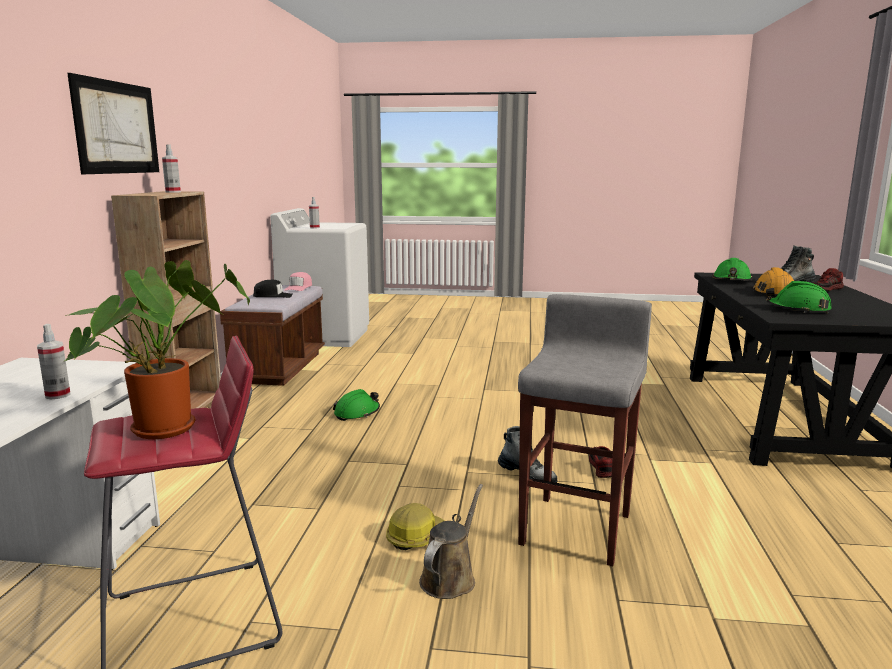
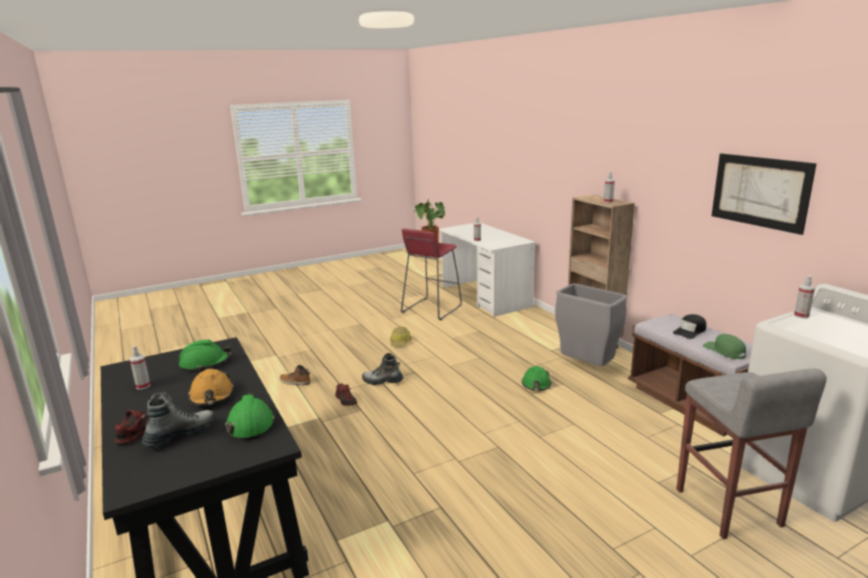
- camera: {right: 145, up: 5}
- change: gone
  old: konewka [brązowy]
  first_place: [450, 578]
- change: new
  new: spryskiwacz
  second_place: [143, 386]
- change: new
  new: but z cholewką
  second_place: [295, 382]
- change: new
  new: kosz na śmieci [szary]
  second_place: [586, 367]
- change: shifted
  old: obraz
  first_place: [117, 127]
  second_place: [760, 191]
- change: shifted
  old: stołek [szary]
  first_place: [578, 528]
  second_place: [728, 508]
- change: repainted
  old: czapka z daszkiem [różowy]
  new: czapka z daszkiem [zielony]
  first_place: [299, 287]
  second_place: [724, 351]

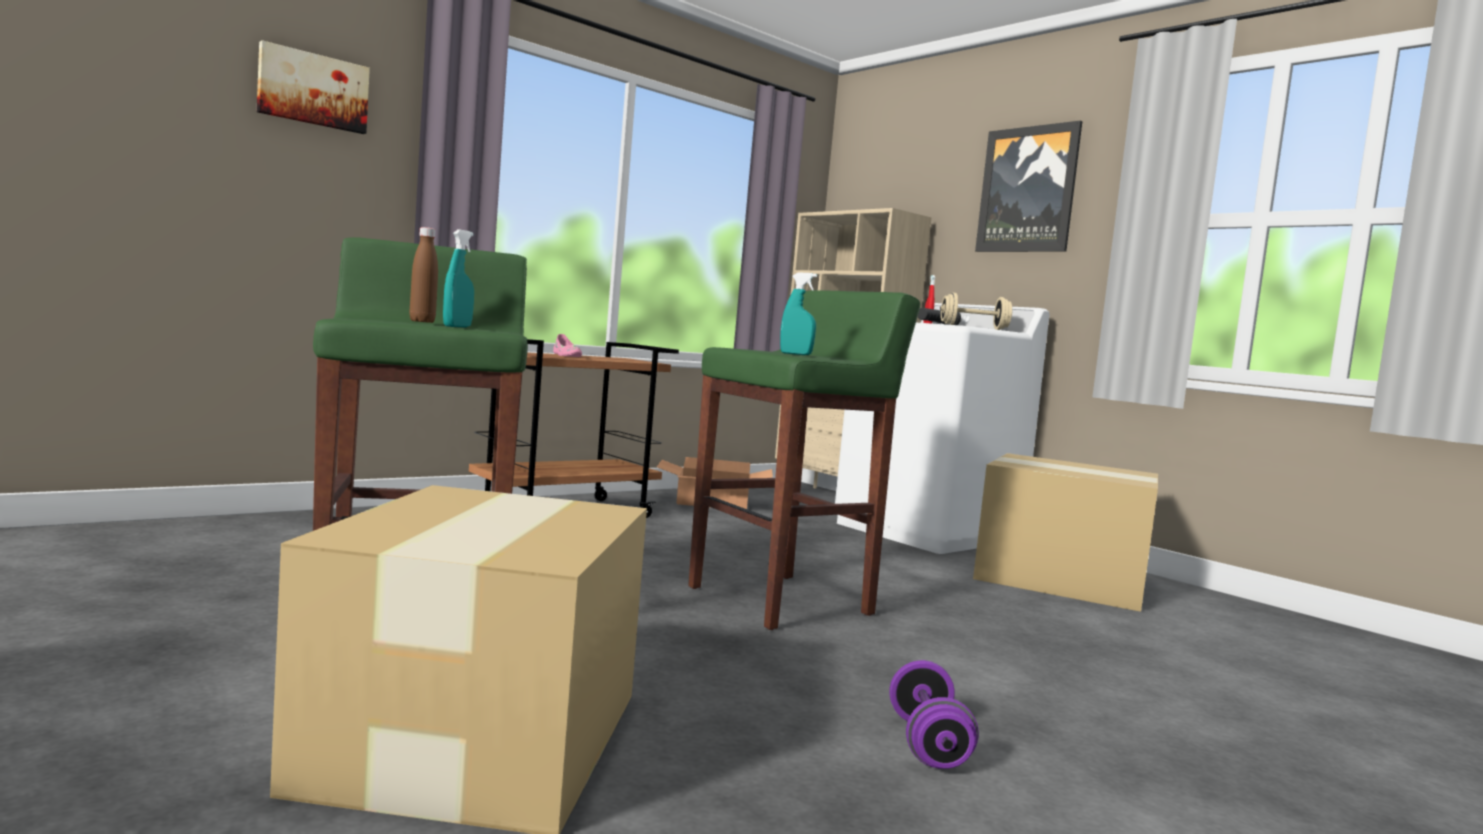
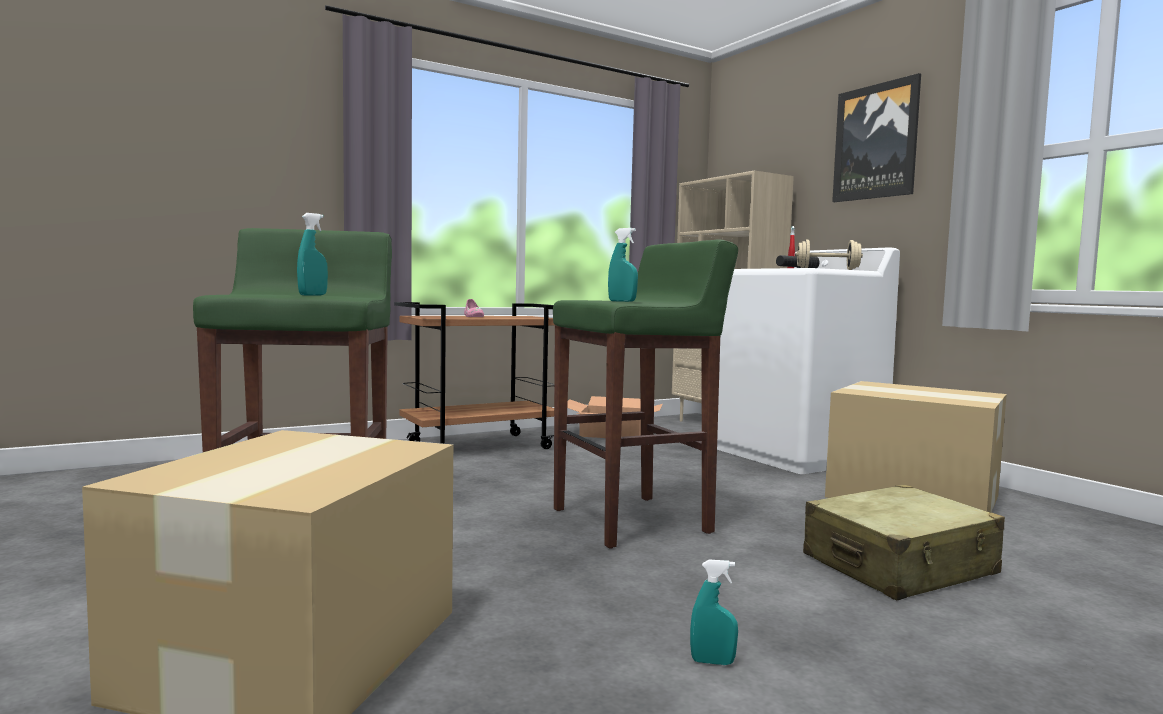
- camera: {right: 10, up: 0}
- change: gone
  old: obraz
  first_place: [313, 89]
- change: gone
  old: butelka [brązowy]
  first_place: [422, 321]
- change: new
  new: walizka [beżowy]
  second_place: [899, 566]
- change: swapped
  old: hantel [fioletowy]
  new: spryskiwacz [turkusowy]
  first_place: [927, 743]
  second_place: [712, 662]

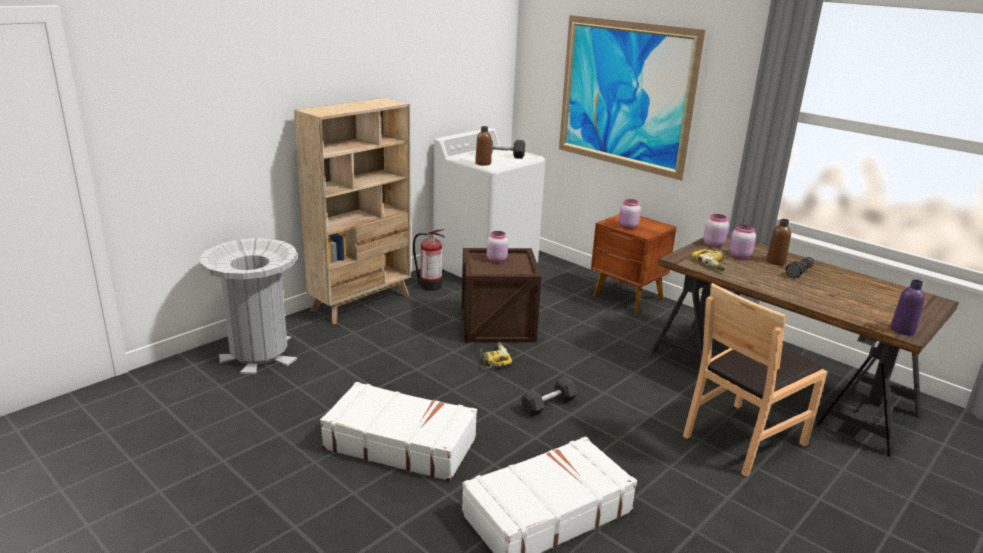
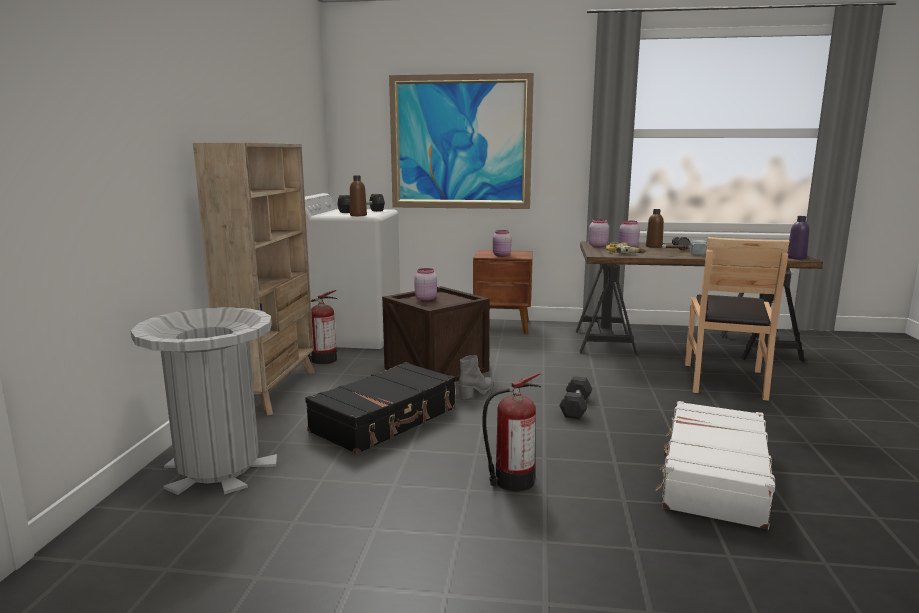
- camera: {right: -35, up: -10}
- change: new
  new: walizka [czarny]
  second_place: [386, 420]
- change: new
  new: młotek
  second_place: [683, 253]
- change: swapped
  old: walizka [biały]
  new: gaśnica
  first_place: [400, 443]
  second_place: [512, 481]
- change: swapped
  old: wiertarka
  new: but z cholewką [szary]
  first_place: [493, 359]
  second_place: [477, 392]

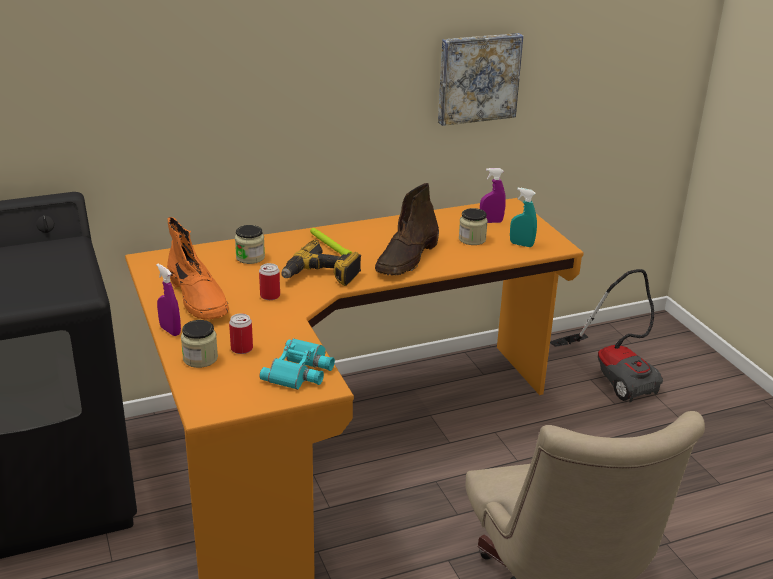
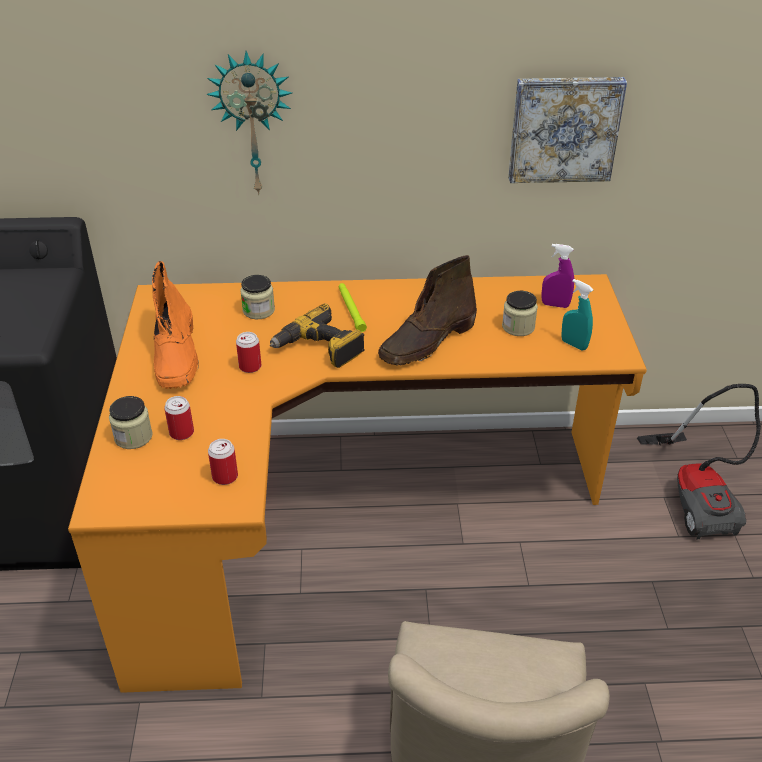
- camera: {right: 20, up: 10}
- change: gone
  old: spryskiwacz [fioletowy]
  first_place: [170, 331]
- change: new
  new: zegar ścienny
  second_place: [253, 123]
- change: swapped
  old: lornetka [turkusowy]
  new: puszka
  first_place: [301, 371]
  second_place: [225, 476]

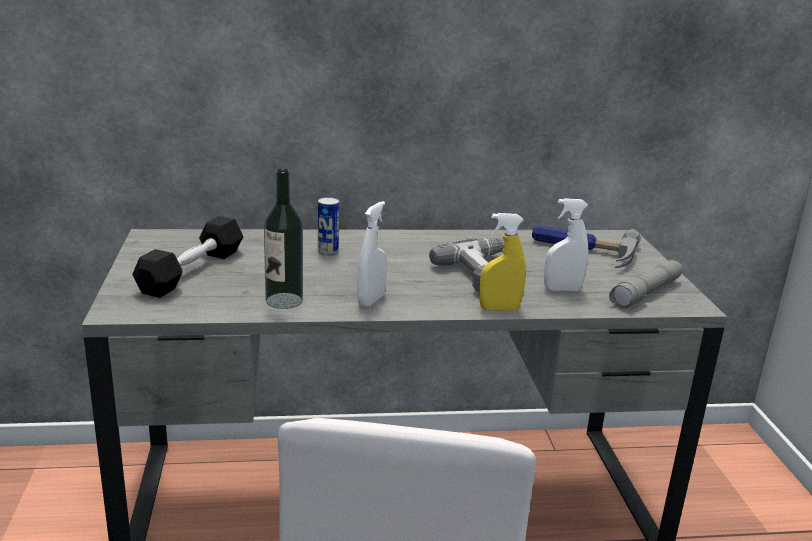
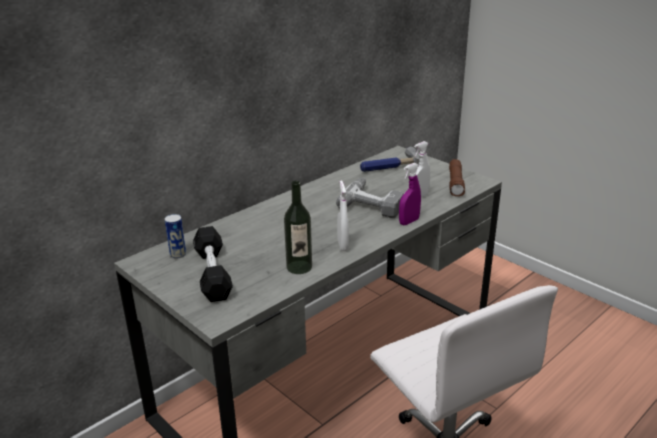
- camera: {right: -35, up: 5}
- change: shifted
  old: puszka
  first_place: [328, 252]
  second_place: [178, 254]
- change: repainted
  old: spryskiwacz [żółty]
  new: spryskiwacz [fioletowy]
  first_place: [499, 309]
  second_place: [409, 222]
- change: repainted
  old: latarka [szary]
  new: latarka [brązowy]
  first_place: [646, 294]
  second_place: [456, 183]

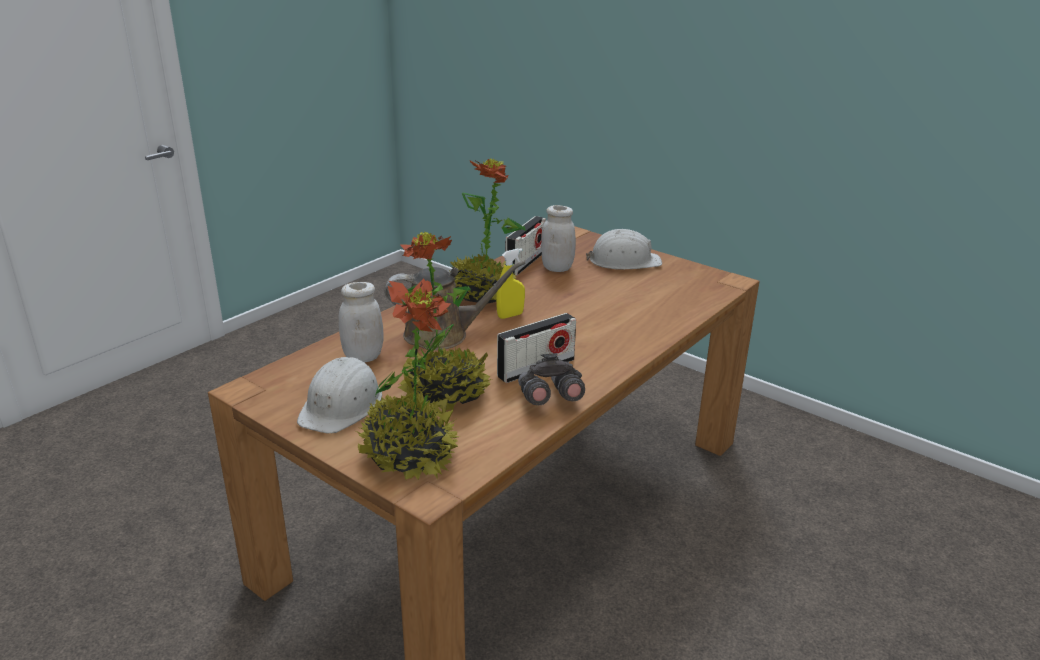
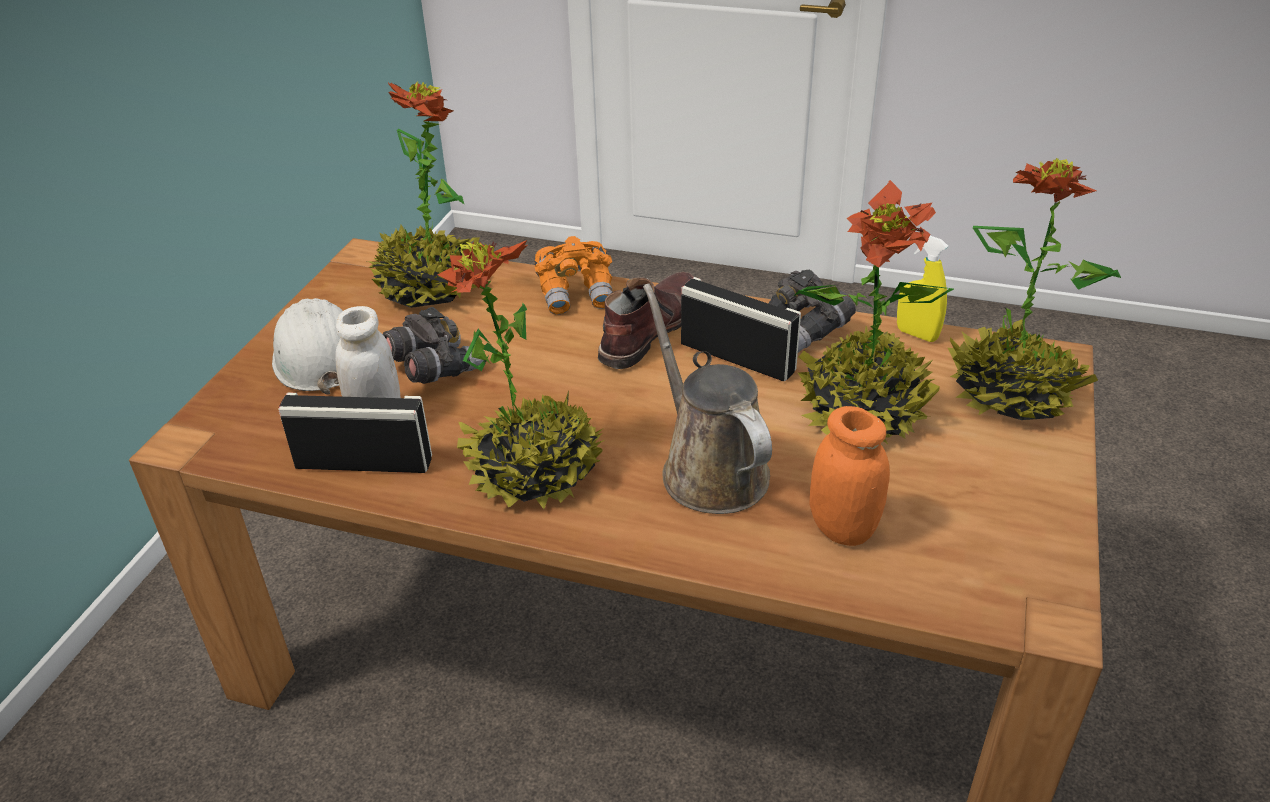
- camera: {right: -110, up: 10}
- change: gone
  old: kask [biały]
  first_place: [342, 405]
- change: new
  new: roślina doniczkowa
  second_place: [430, 288]
- change: new
  new: lornetka [szary]
  second_place: [434, 369]
- change: new
  new: lornetka [pomarańczowy]
  second_place: [577, 294]
- change: new
  new: but z cholewką [brązowy]
  second_place: [648, 329]
- change: shifted
  old: spryskiwacz [żółty]
  first_place: [510, 315]
  second_place: [916, 334]
- change: repainted
  old: słoik [biały]
  new: słoik [pomarańczowy]
  first_place: [363, 357]
  second_place: [842, 528]

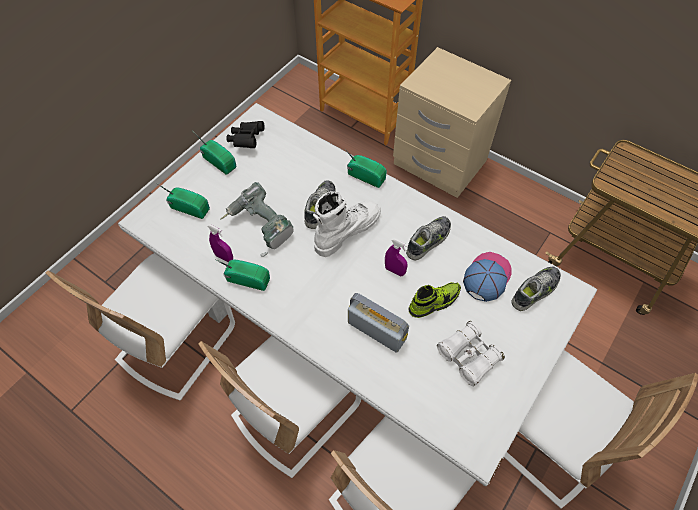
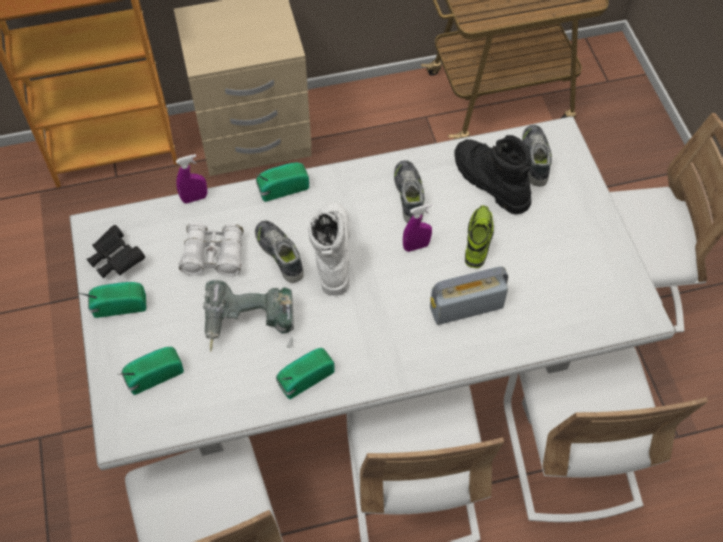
- camera: {right: -50, up: 0}
- change: shifted
  old: spryskiwacz [fioletowy]
  first_place: [224, 257]
  second_place: [194, 198]
- change: shifted
  old: lornetka [biały]
  first_place: [468, 356]
  second_place: [213, 256]
- change: swapped
  old: czapka z daszkiem
  new: but z cholewką [czarny]
  first_place: [486, 277]
  second_place: [489, 182]

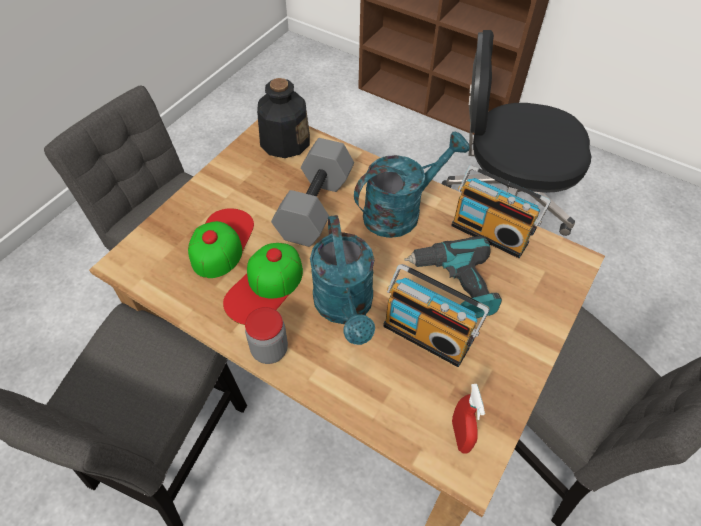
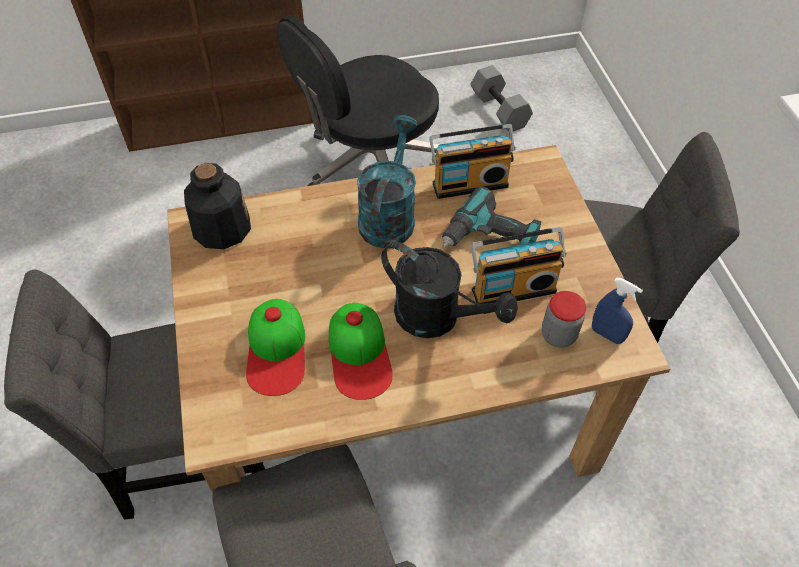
- camera: {right: -45, up: 0}
- change: shifted
  old: słoik
  first_place: [269, 350]
  second_place: [558, 335]
- change: shifted
  old: hantel [szary]
  first_place: [316, 208]
  second_place: [500, 110]
- change: repainted
  old: konewka [turkusowy]
  new: konewka [czarny]
  first_place: [345, 308]
  second_place: [438, 318]
- change: repainted
  old: spryskiwacz [czerwony]
  new: spryskiwacz [niebieski]
  first_place: [460, 436]
  second_place: [607, 334]
- change: rotated
  old: czapka z daszkiem
  first_place: [221, 242]
  second_place: [277, 351]
  degrees: -150

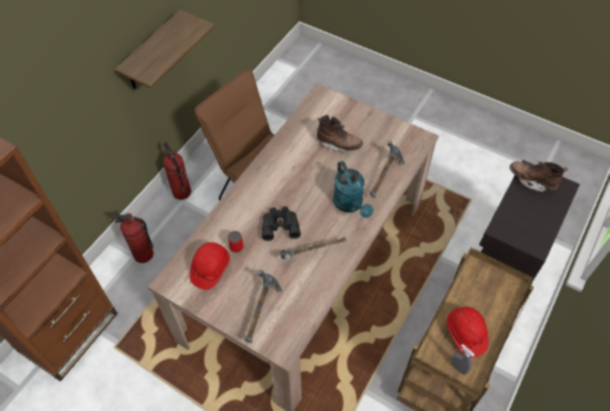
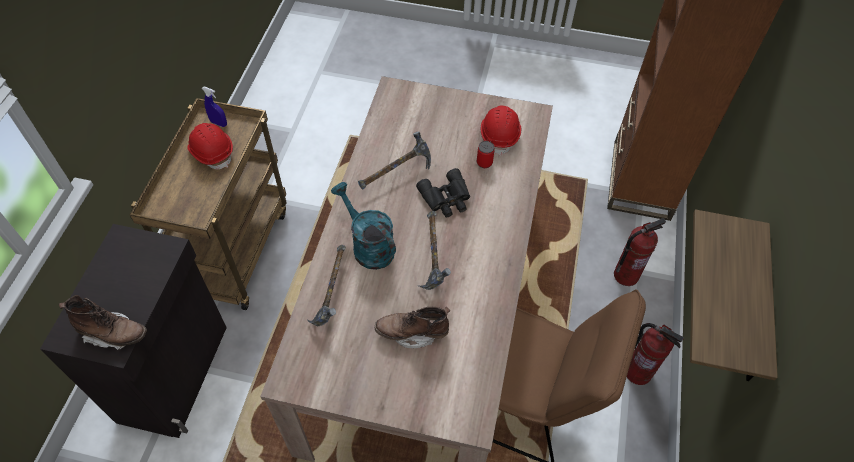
- camera: {right: 160, up: 0}
- change: shifted
  old: młotek
  first_place: [261, 312]
  second_place: [433, 260]
- change: repainted
  old: spryskiwacz [szary]
  new: spryskiwacz [niebieski]
  first_place: [458, 368]
  second_place: [219, 123]

